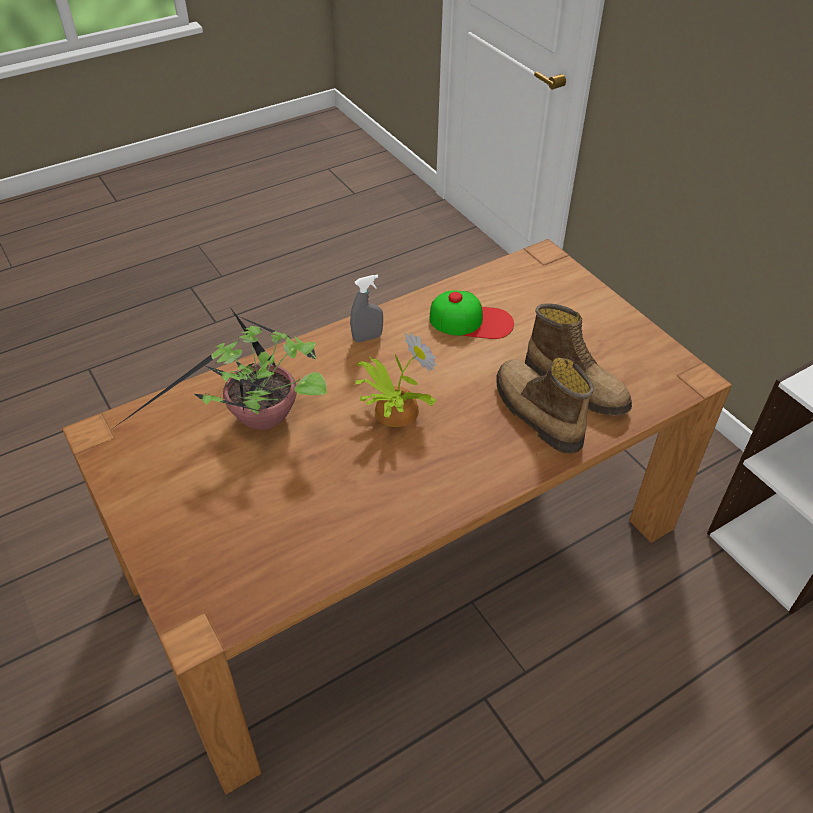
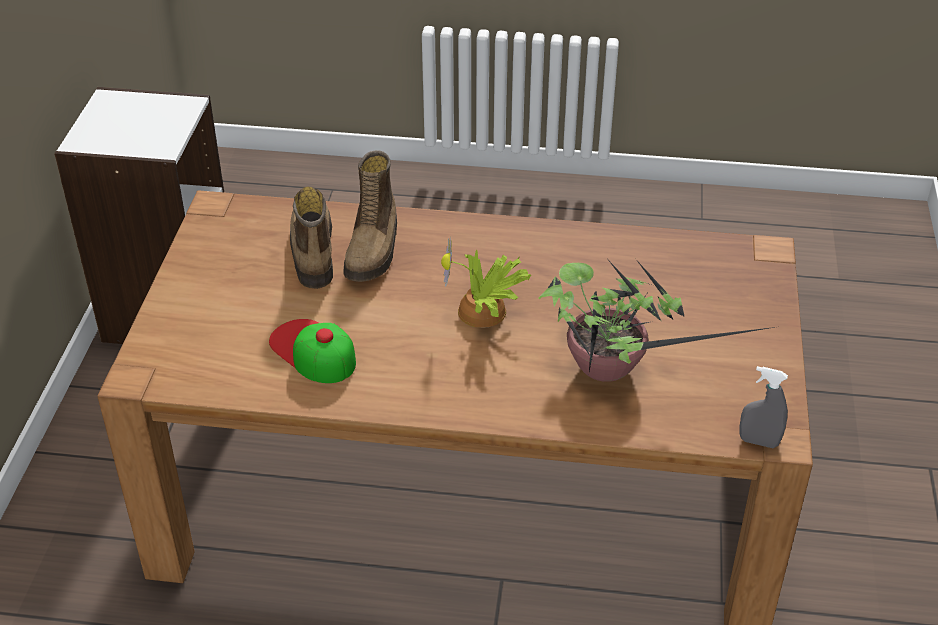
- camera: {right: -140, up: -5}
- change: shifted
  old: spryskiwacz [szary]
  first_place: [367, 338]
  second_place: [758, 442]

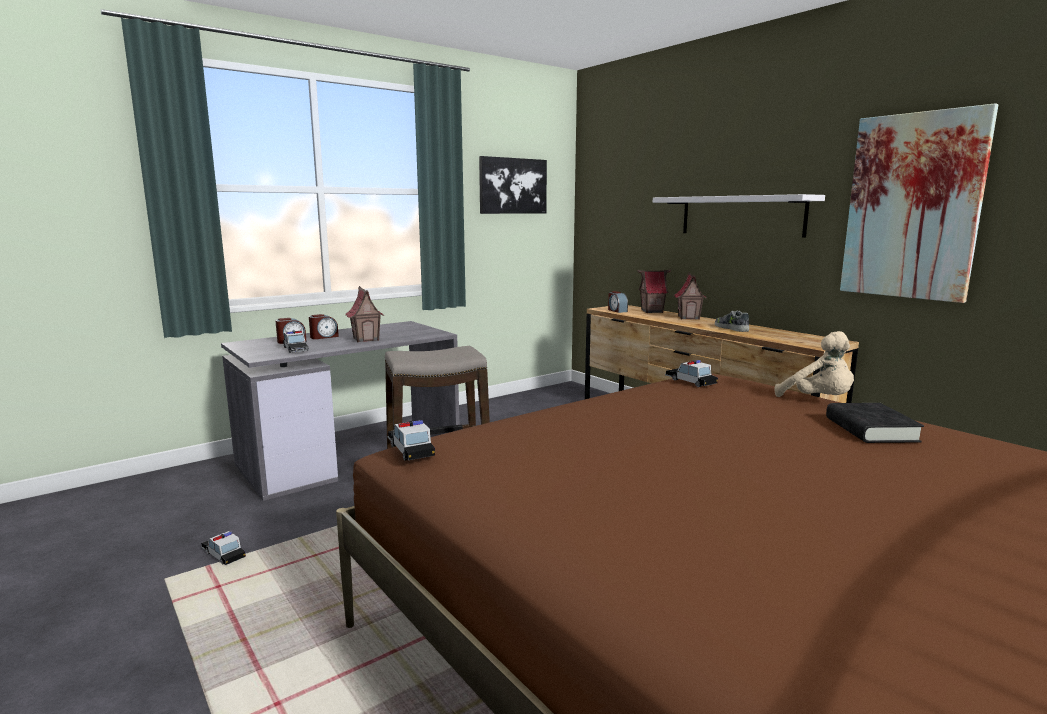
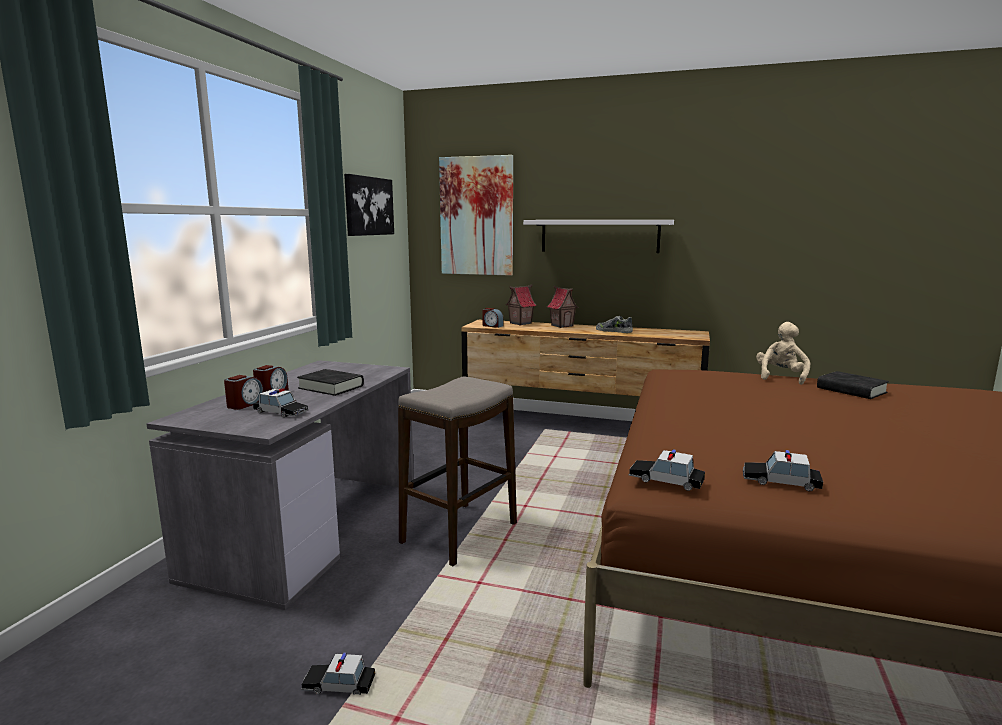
- camera: {right: -35, up: 0}
- change: shifted
  old: samochodzik
  first_place: [690, 381]
  second_place: [780, 481]
- change: shifted
  old: obraz
  first_place: [912, 207]
  second_place: [476, 216]
- change: swapped
  old: domek
  new: książka [czarny]
  first_place: [366, 339]
  second_place: [331, 387]
- change: rotated
  old: pluszak [beżowy]
  first_place: [819, 401]
  second_place: [780, 377]
  degrees: -90

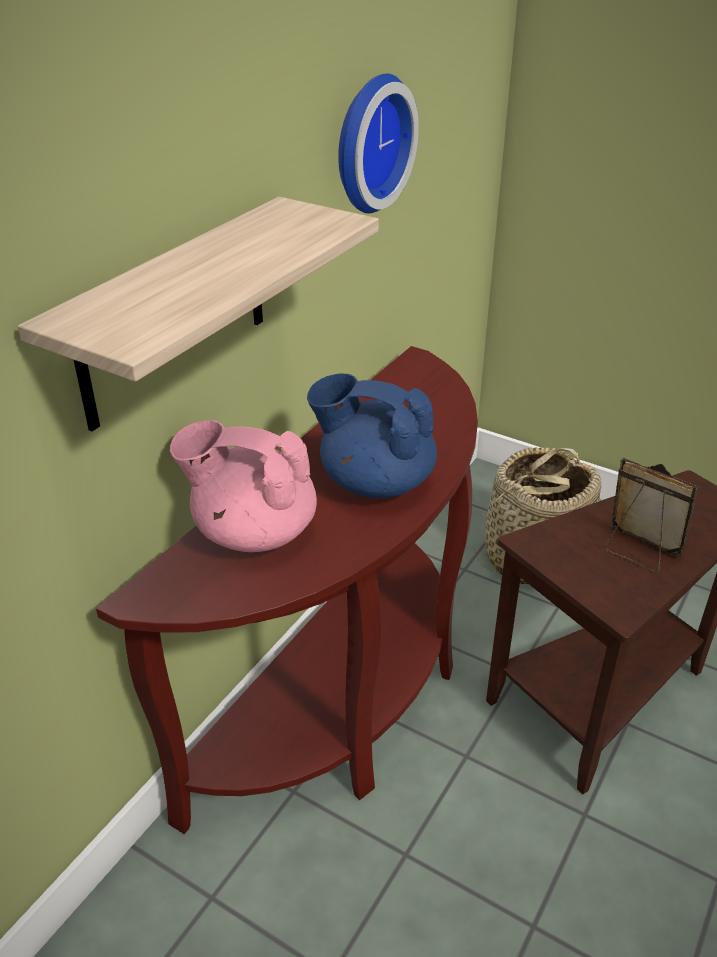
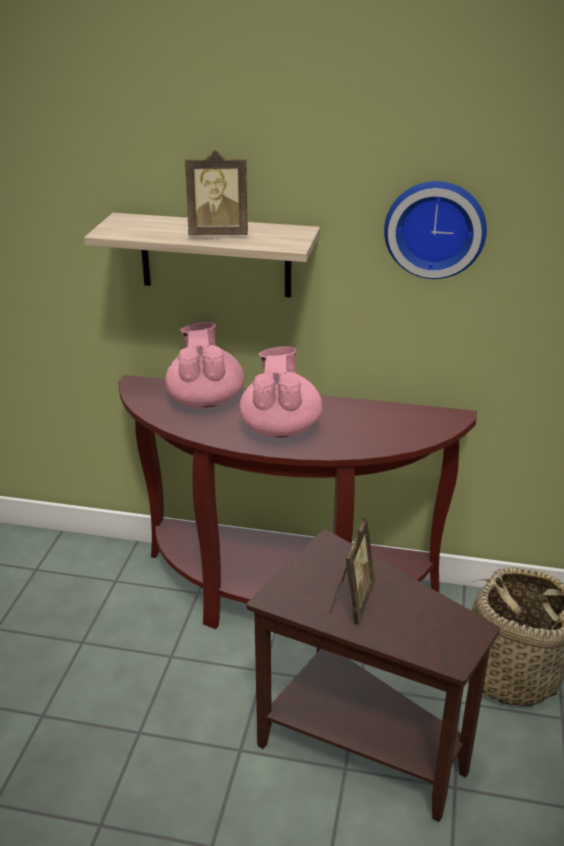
- camera: {right: 70, up: -5}
- change: new
  new: ramka na zdjęcie
  second_place: [218, 234]
- change: repainted
  old: imbryk [niebieski]
  new: imbryk [różowy]
  first_place: [375, 481]
  second_place: [280, 428]

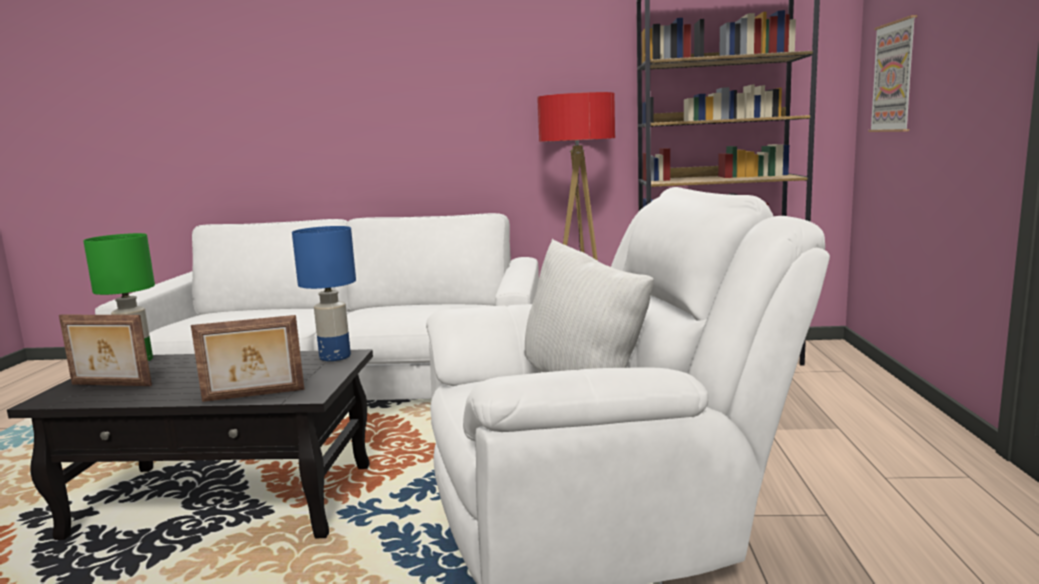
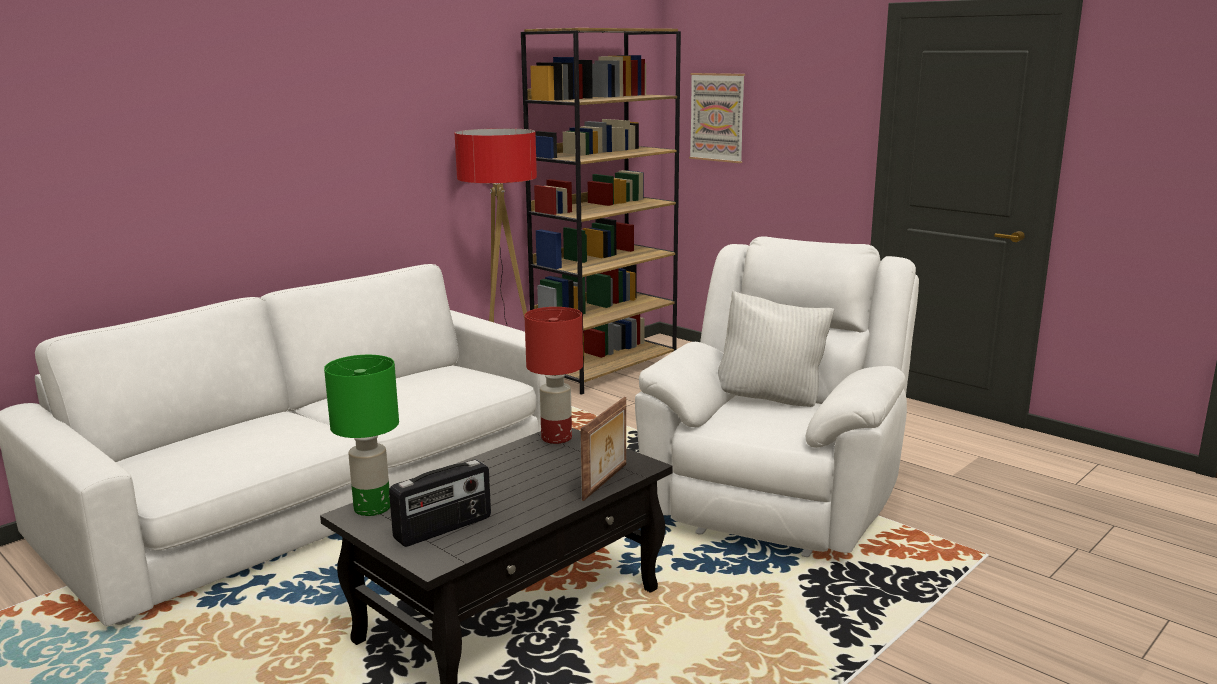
- camera: {right: -50, up: 5}
- change: swapped
  old: ramka na zdjęcie
  new: radio
  first_place: [110, 385]
  second_place: [444, 529]
- change: repainted
  old: lampa stołowa [niebieski]
  new: lampa stołowa [czerwony]
  first_place: [336, 357]
  second_place: [557, 438]

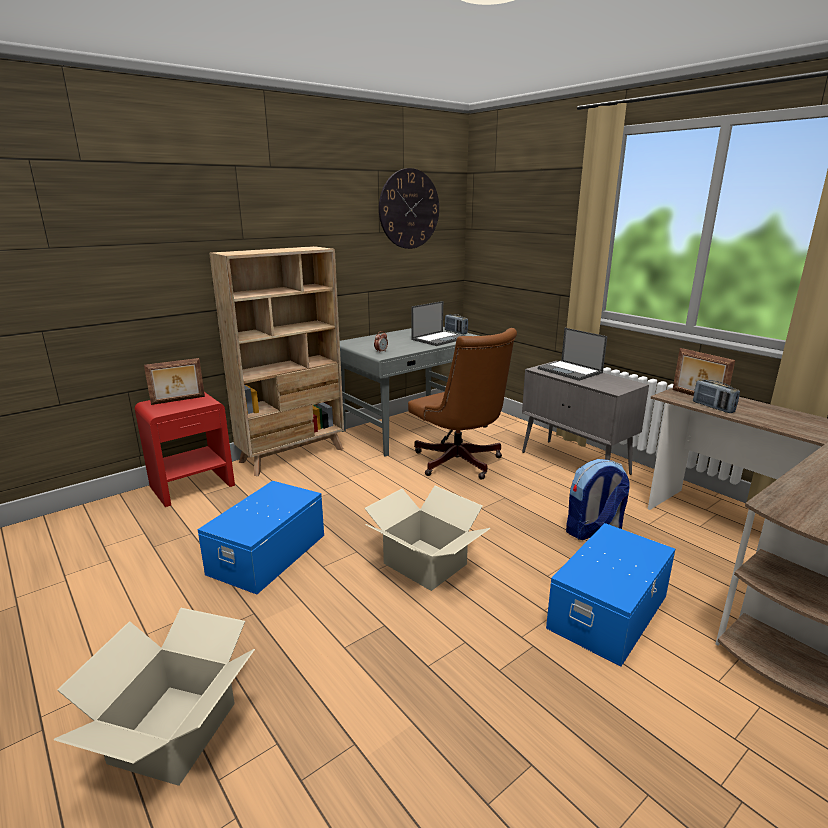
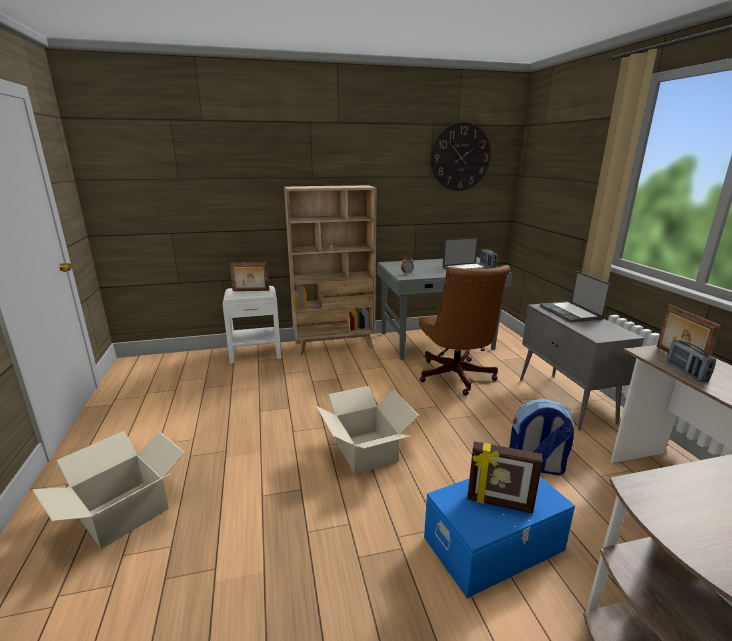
- camera: {right: 25, up: 0}
- change: gone
  old: pojemnik do przechowywania [niebieski]
  first_place: [266, 554]
- change: new
  new: ramka na zdjęcie
  second_place: [499, 504]
- change: repainted
  old: szafka nocna [czerwony]
  new: szafka nocna [biały]
  first_place: [193, 485]
  second_place: [256, 353]

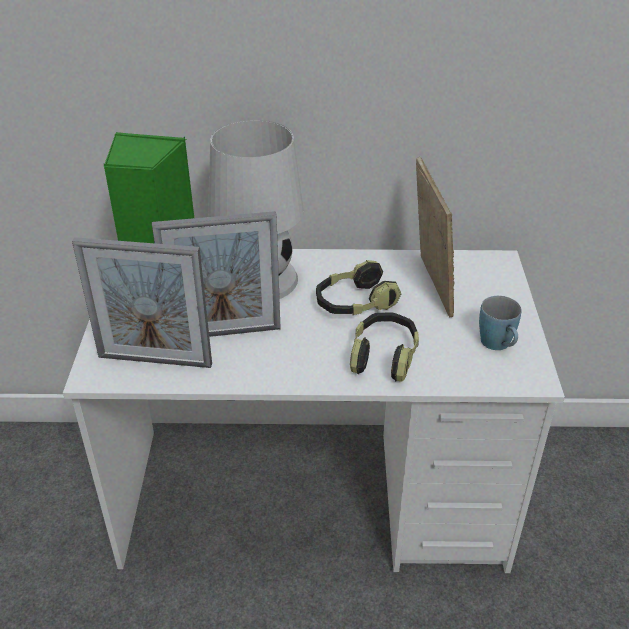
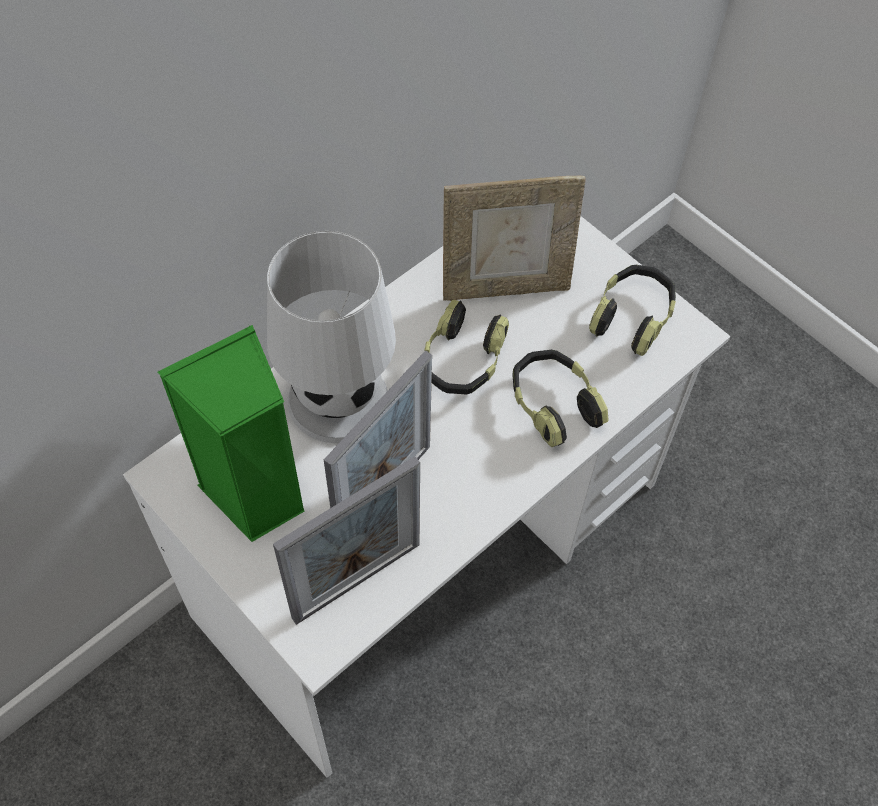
- camera: {right: -45, up: 20}
- change: swapped
  old: kubek [niebieski]
  new: słuchawki
  first_place: [498, 345]
  second_place: [632, 317]
- change: rotated
  old: ramka na zdjęcie
  first_place: [429, 286]
  second_place: [505, 286]
  degrees: 135

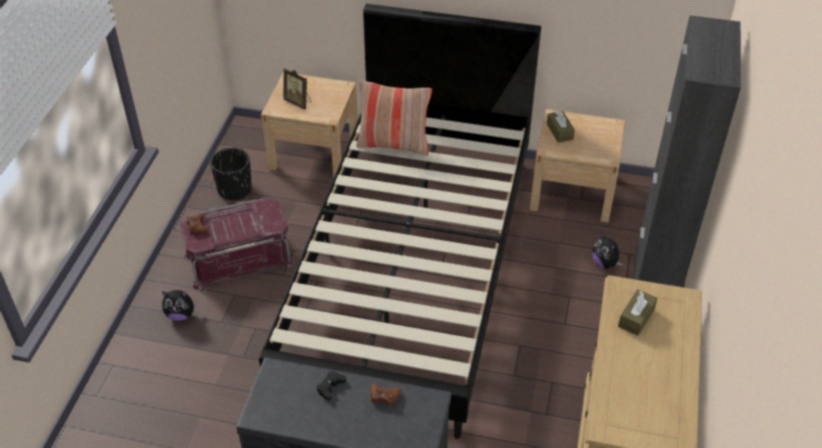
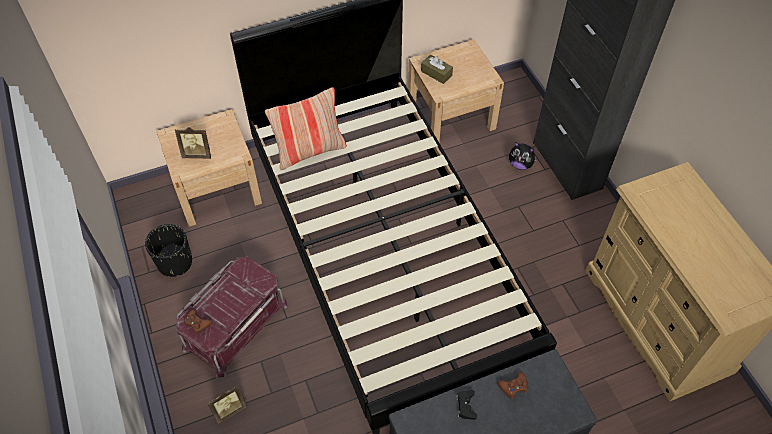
- camera: {right: -35, up: 10}
- change: gone
  old: pudełko chusteczek [brązowy]
  first_place: [636, 318]
- change: swapped
  old: pluszak
  new: ramka na zdjęcie
  first_place: [181, 315]
  second_place: [229, 409]

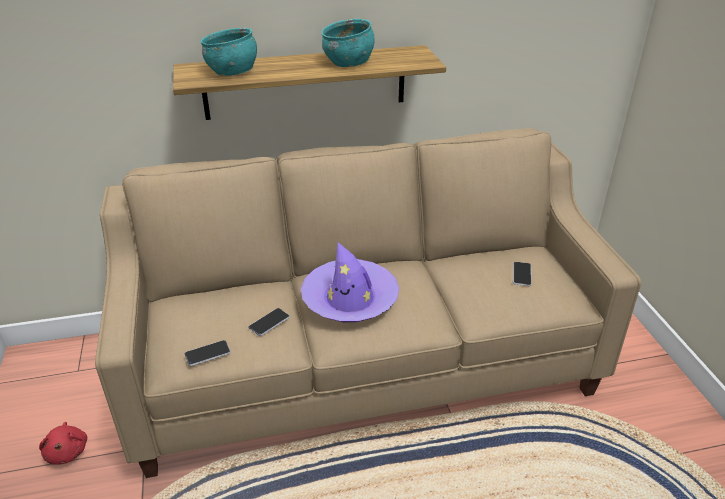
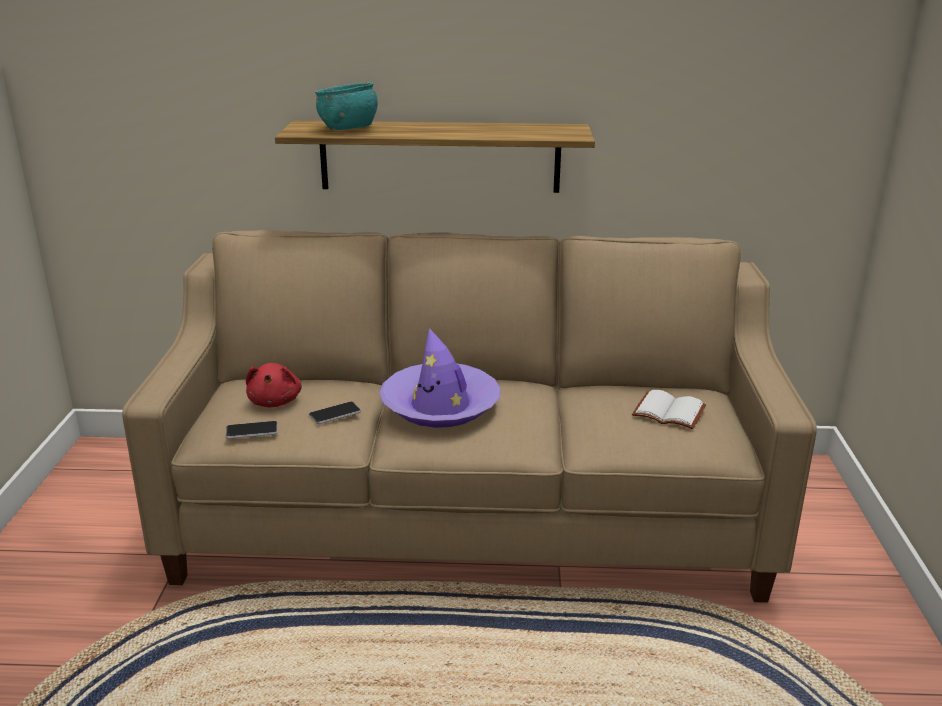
- camera: {right: 15, up: -10}
- change: gone
  old: miska [turkusowy]
  first_place: [348, 62]
- change: shifted
  old: pluszak [czerwony]
  first_place: [67, 451]
  second_place: [275, 401]
- change: swapped
  old: telefon
  new: książka [biały]
  first_place: [522, 274]
  second_place: [670, 411]

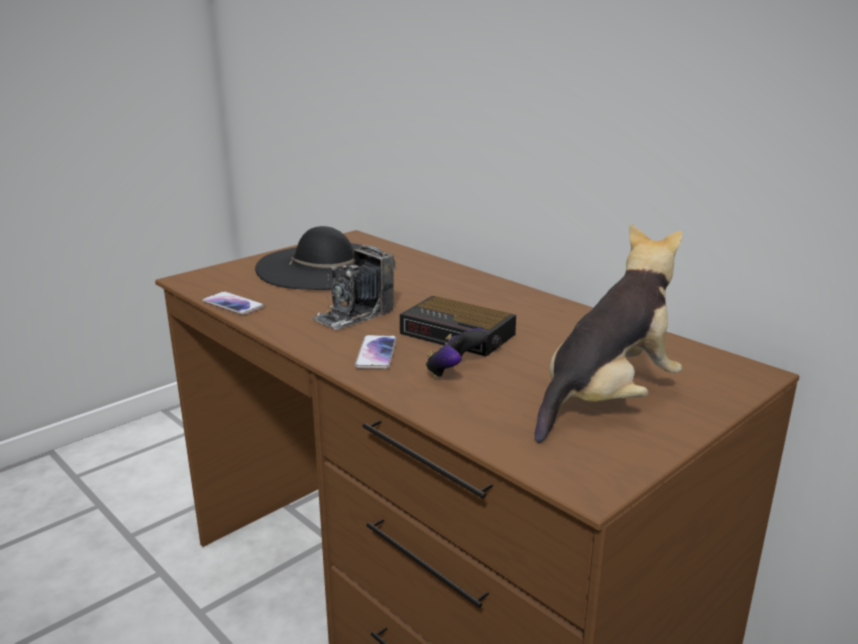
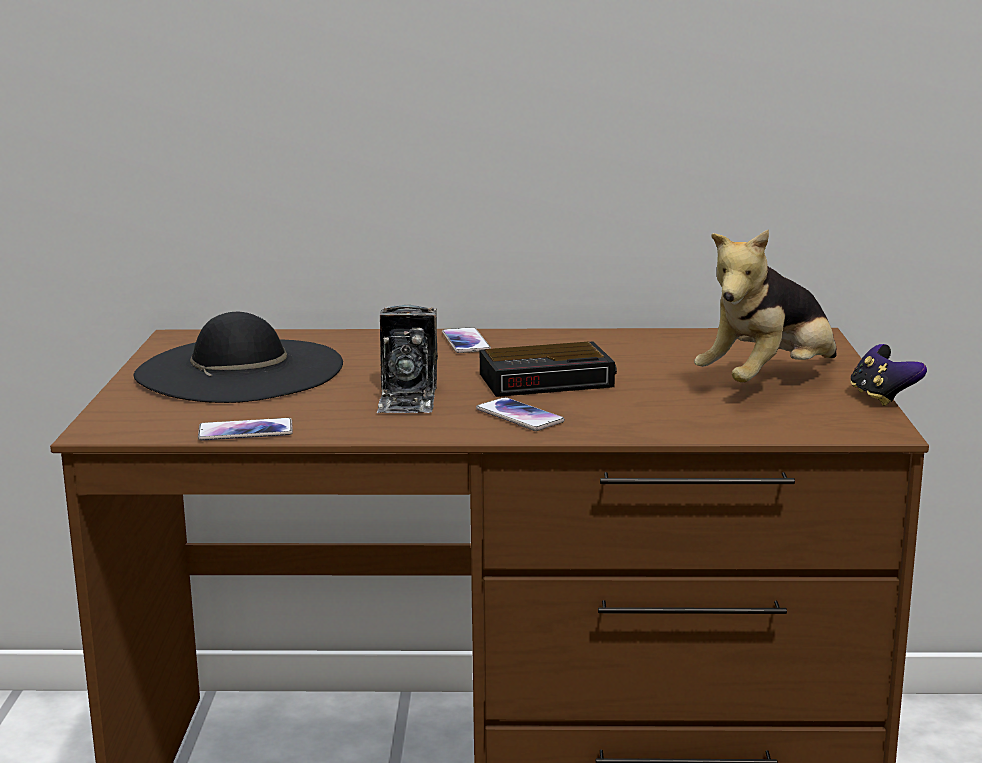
- camera: {right: -45, up: -5}
- change: new
  new: telefon
  second_place: [466, 342]
- change: shifted
  old: pad do gier
  first_place: [453, 372]
  second_place: [882, 398]
- change: rotated
  old: pluszak
  first_place: [607, 399]
  second_place: [769, 382]
  degrees: -135

